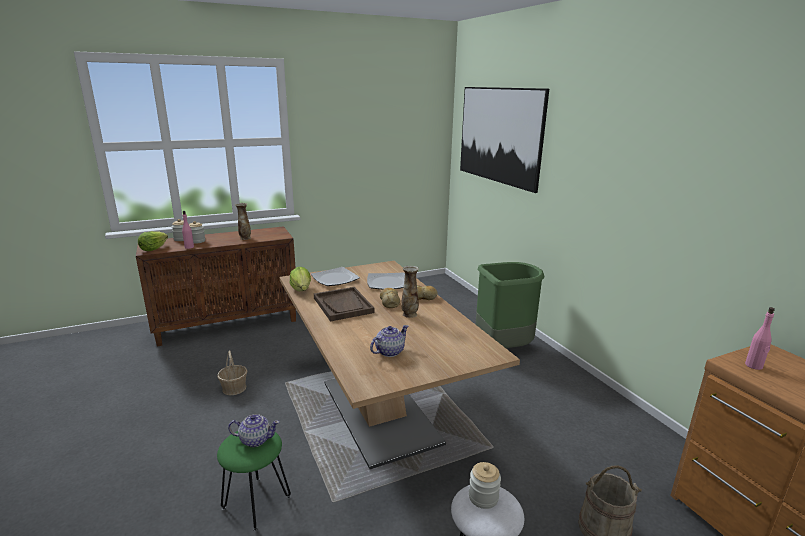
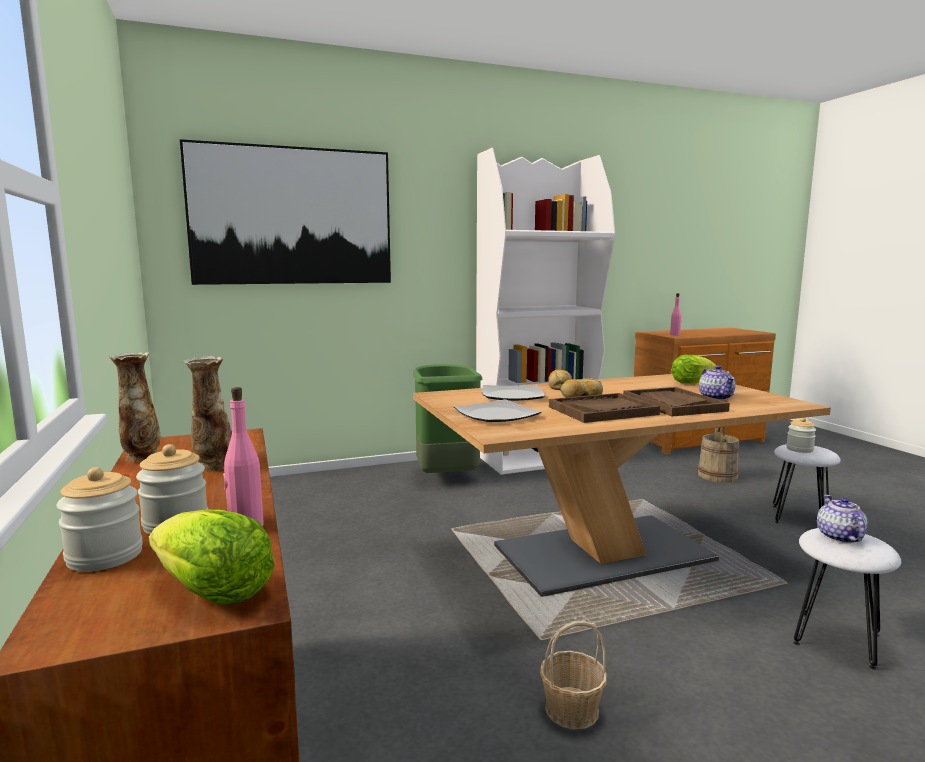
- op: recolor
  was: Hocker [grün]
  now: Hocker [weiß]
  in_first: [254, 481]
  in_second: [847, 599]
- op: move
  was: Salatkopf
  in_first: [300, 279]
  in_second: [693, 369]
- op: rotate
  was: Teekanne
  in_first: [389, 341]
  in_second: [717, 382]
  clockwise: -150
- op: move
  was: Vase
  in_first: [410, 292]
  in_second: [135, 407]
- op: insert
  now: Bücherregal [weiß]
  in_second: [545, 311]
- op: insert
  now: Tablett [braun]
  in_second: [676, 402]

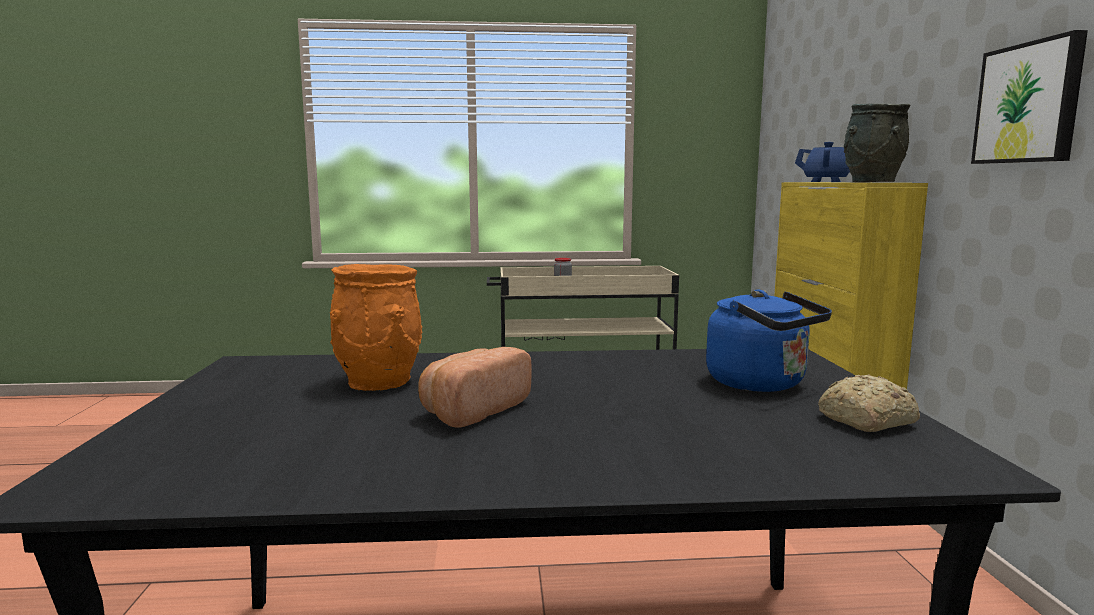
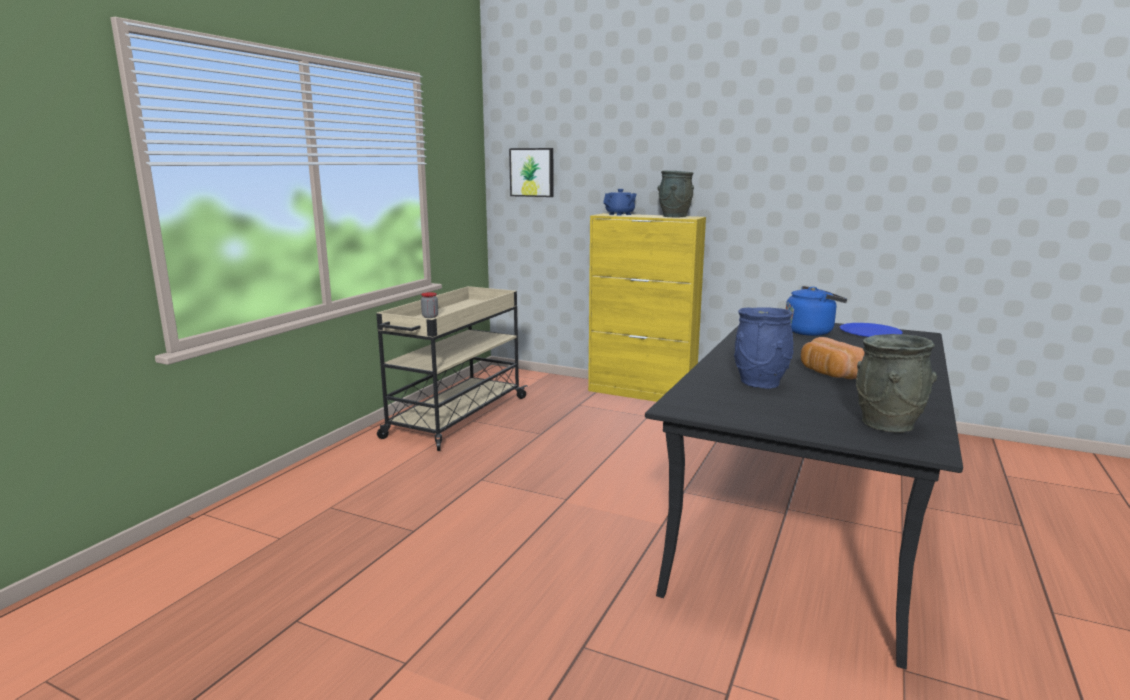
- op: recolor
  was: Vase [orange]
  now: Vase [blau]
  in_first: [376, 327]
  in_second: [764, 348]
- op: replace
  was: Brot
  now: Teller [blau]
  in_first: [869, 403]
  in_second: [871, 330]
- op: move
  was: Bild
  in_first: [1029, 97]
  in_second: [531, 172]
- op: insert
  now: Vase [grau]
  in_second: [896, 383]

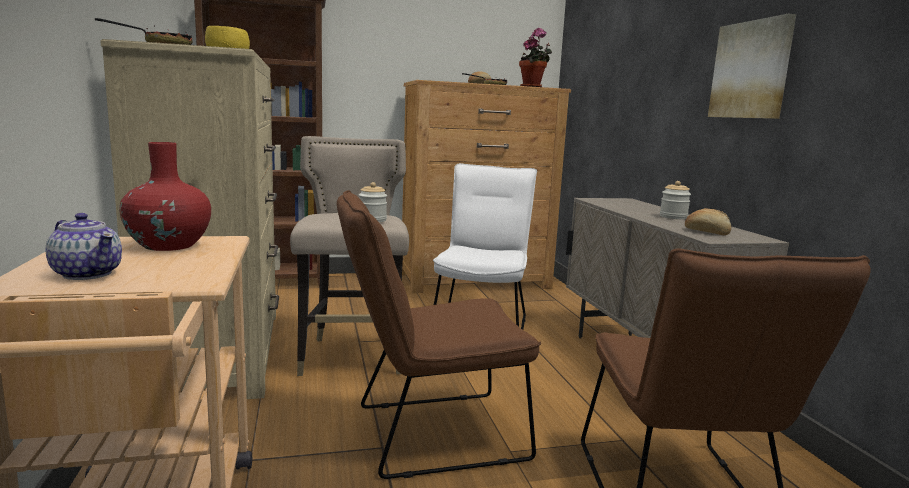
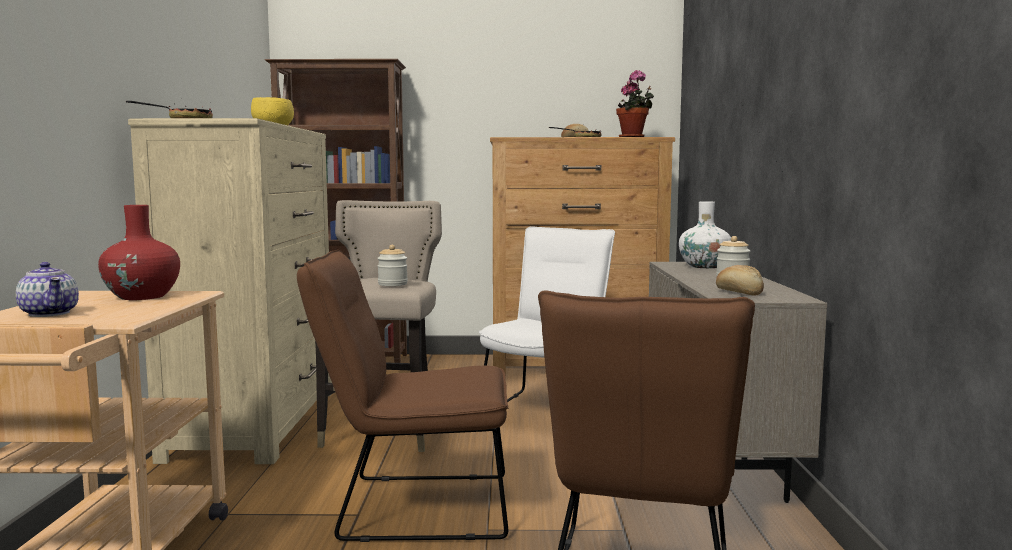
- op: delete
  was: Bild
  in_first: [752, 66]
- op: insert
  now: Vase [weiß]
  in_second: [705, 234]

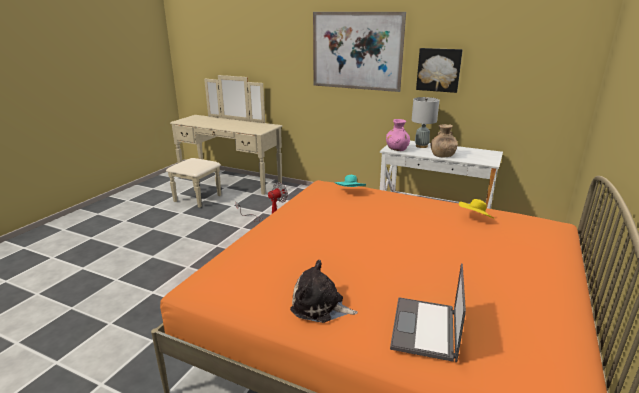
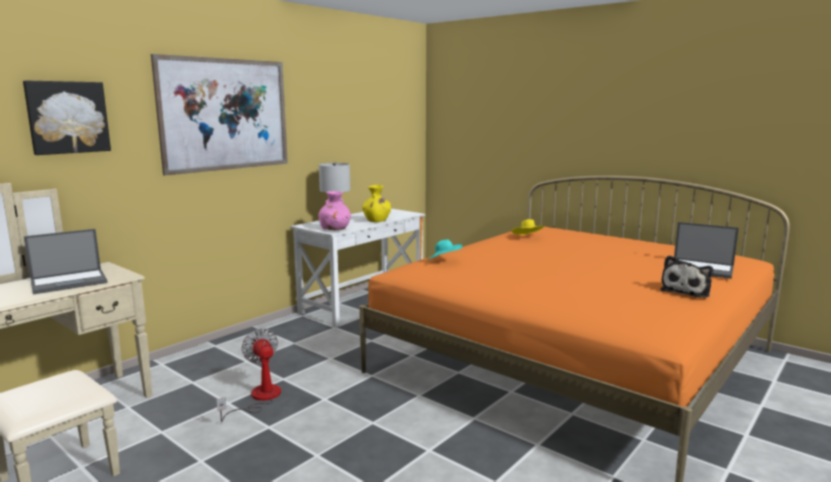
- op: move
  was: Bild
  in_first: [439, 70]
  in_second: [67, 117]
- op: recolor
  was: Vase [braun]
  now: Vase [gelb]
  in_first: [444, 140]
  in_second: [376, 203]
- op: insert
  now: Laptop
  in_second: [66, 261]

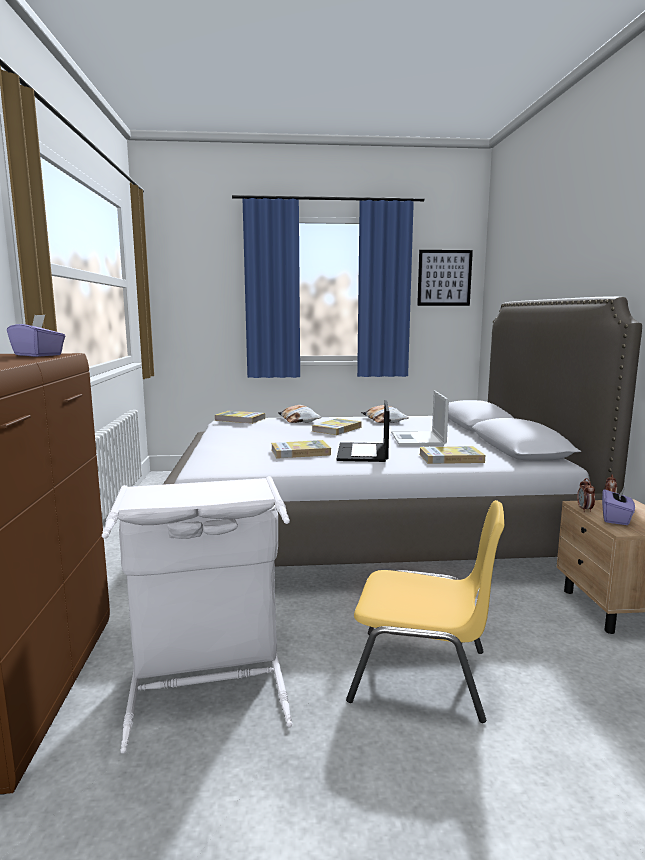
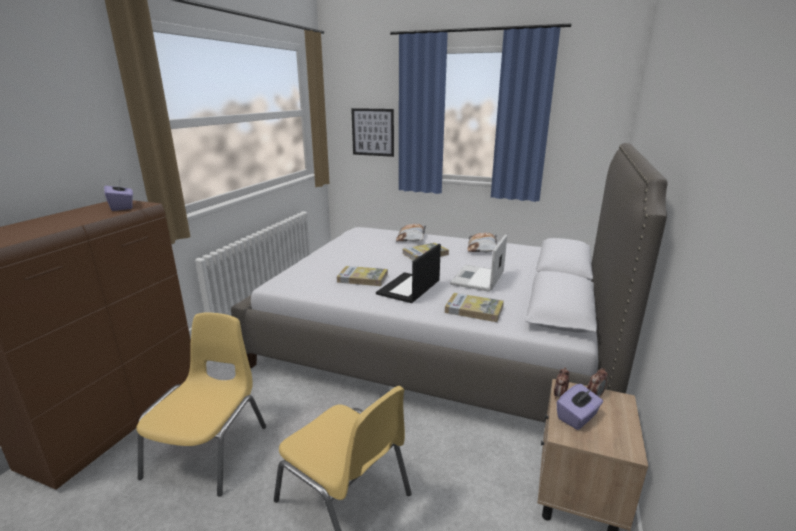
- op: replace
  was: Wäschekorb [weiß]
  now: Stuhl [gelb]
  in_first: [197, 615]
  in_second: [201, 404]
- op: delete
  was: Buch
  in_first: [240, 417]
- op: move
  was: Bild
  in_first: [445, 278]
  in_second: [372, 132]

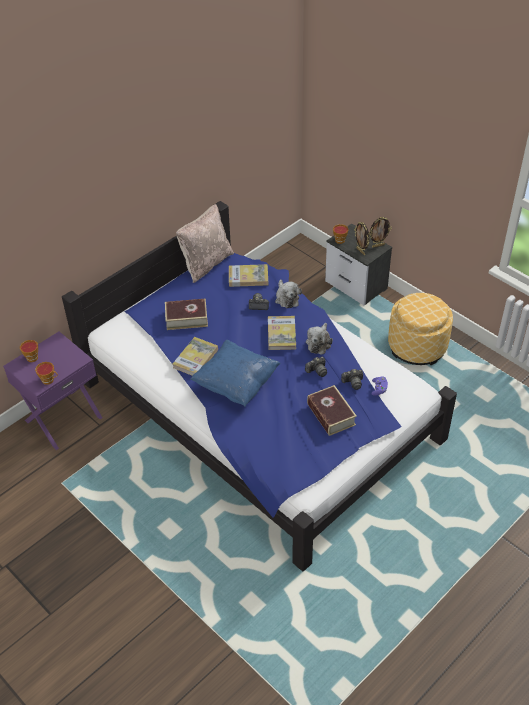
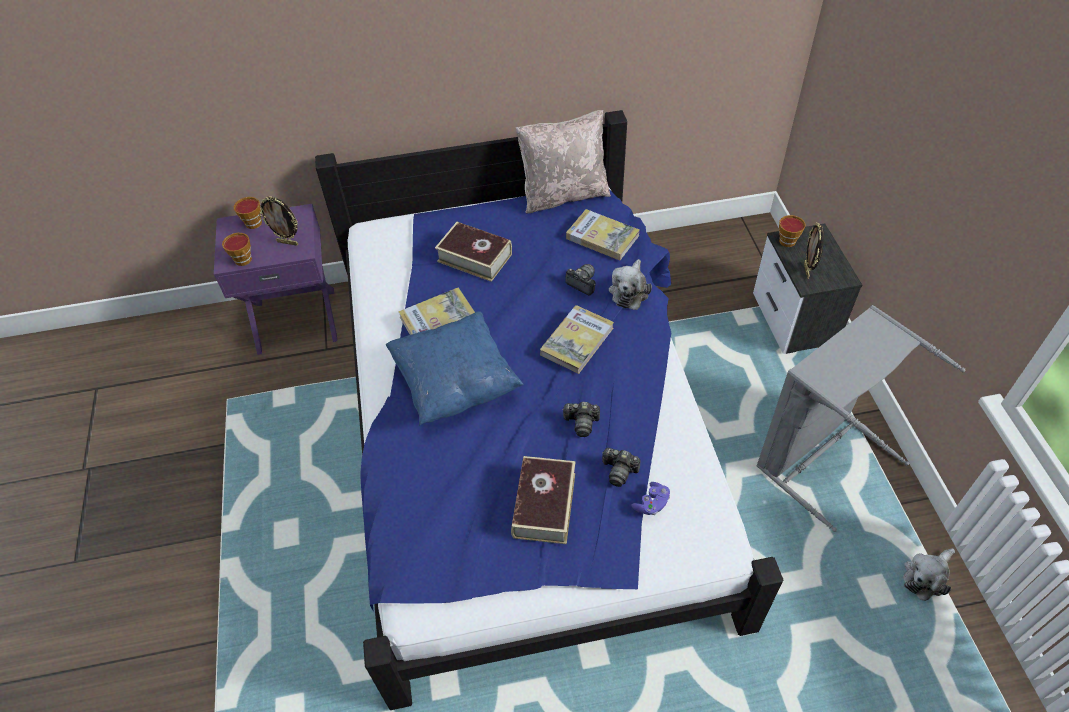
- op: move
  was: Plüschtier
  in_first: [319, 339]
  in_second: [929, 574]
- op: move
  was: Bilderrahmen
  in_first: [380, 232]
  in_second: [278, 221]
- op: replace
  was: Polsterhocker
  now: Wäschekorb [grau]
  in_first: [420, 329]
  in_second: [860, 418]

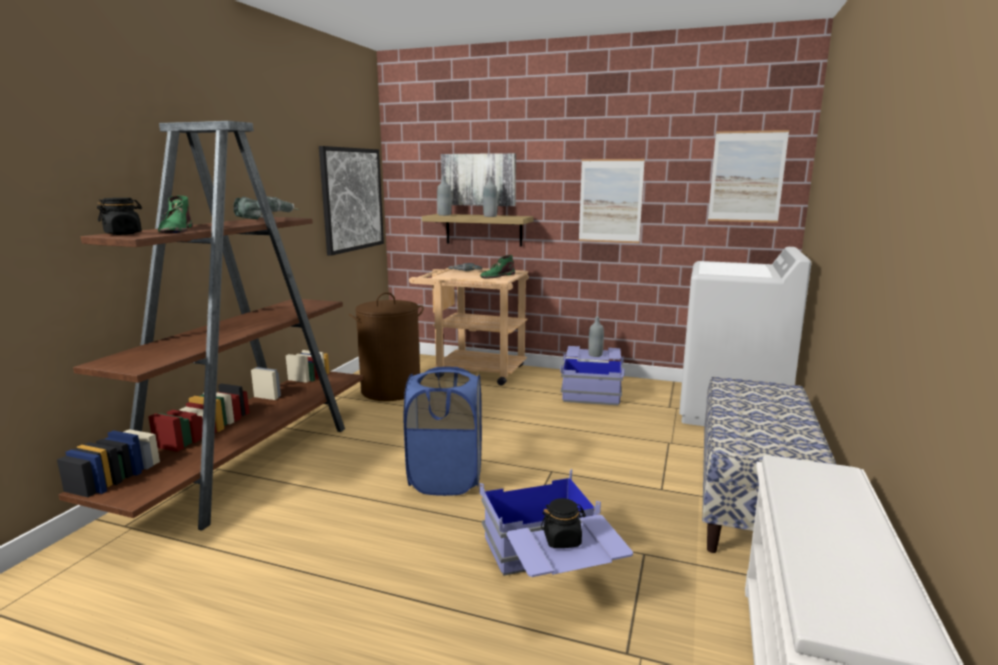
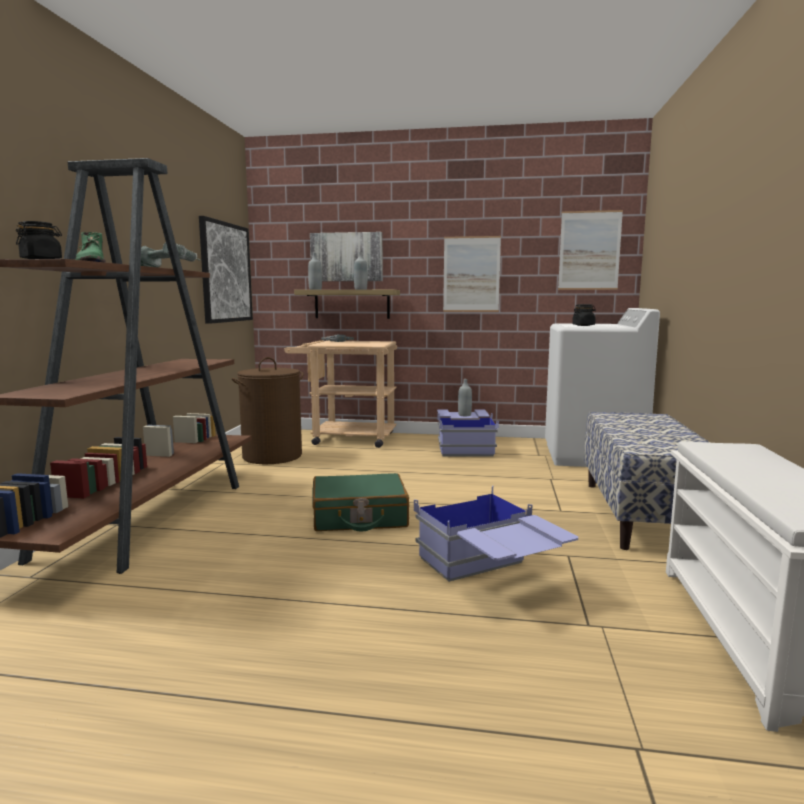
- op: replace
  was: Wäschekorb [blau]
  now: Koffer [grün]
  in_first: [443, 431]
  in_second: [360, 502]
- op: delete
  was: Stiefel [grün]
  in_first: [497, 267]
- op: move
  was: Vorratsglas [schwarz]
  in_first: [563, 523]
  in_second: [584, 315]

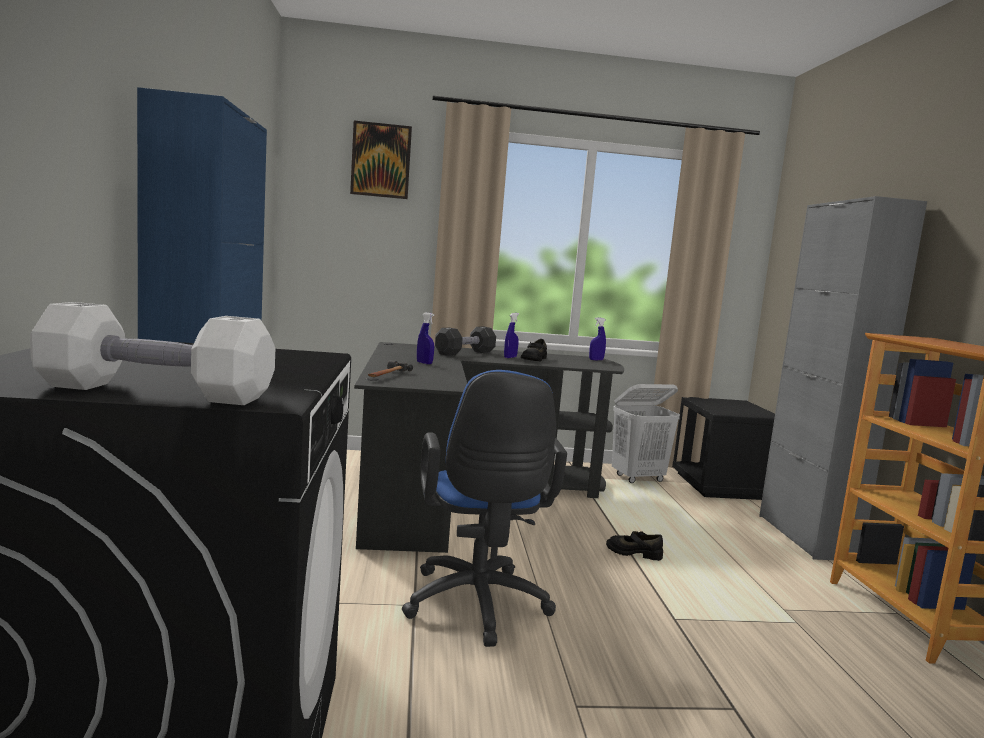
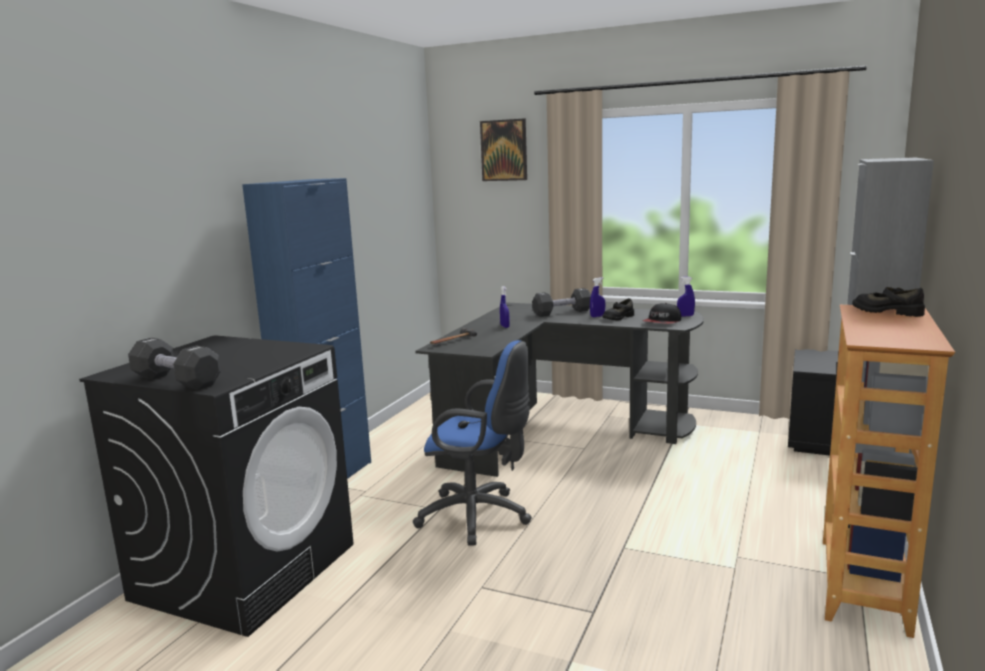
- op: recolor
  was: Hantel [weiß]
  now: Hantel [schwarz]
  in_first: [152, 353]
  in_second: [174, 364]
- op: rotate
  was: Bürostuhl [blau]
  in_first: [484, 508]
  in_second: [472, 443]
  clockwise: -90
- op: move
  was: Schuh [schwarz]
  in_first: [634, 546]
  in_second: [888, 302]
- op: delete
  was: Wäschekorb [weiß]
  in_first: [646, 433]
- op: insert
  now: Kappe
  in_second: [662, 313]

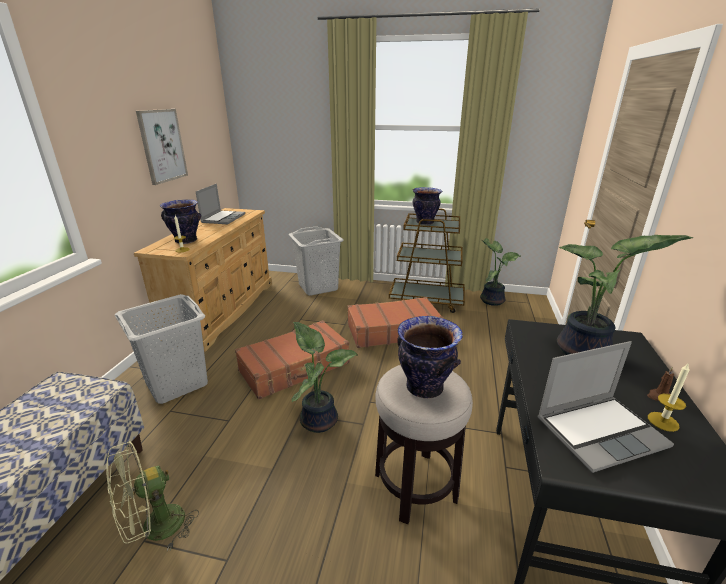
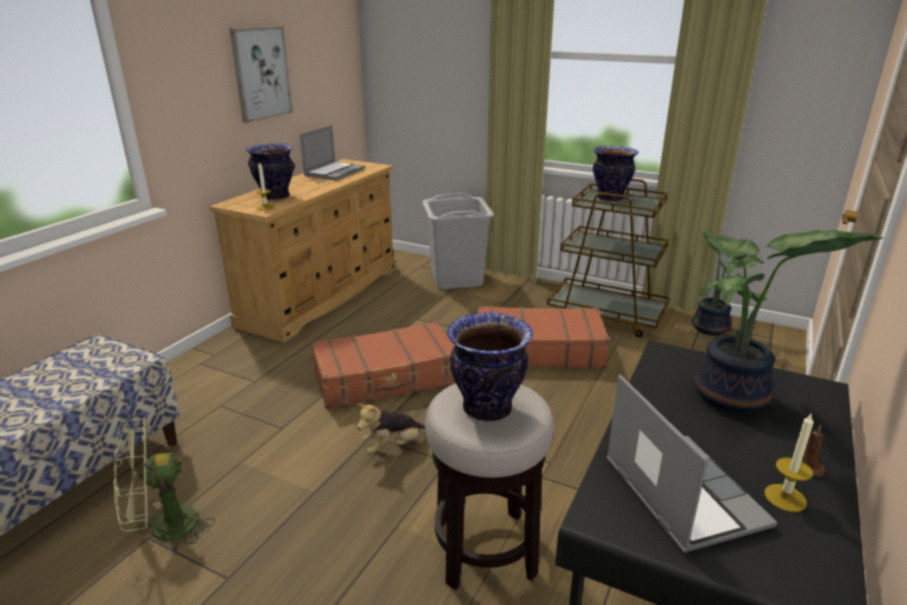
- op: delete
  was: Wäschekorb [grau]
  in_first: [161, 349]
- op: replace
  was: Topfpflanze
  now: Plüschtier
  in_first: [325, 377]
  in_second: [391, 429]
- op: rotate
  was: Laptop
  in_first: [605, 407]
  in_second: [691, 464]
  clockwise: -105

